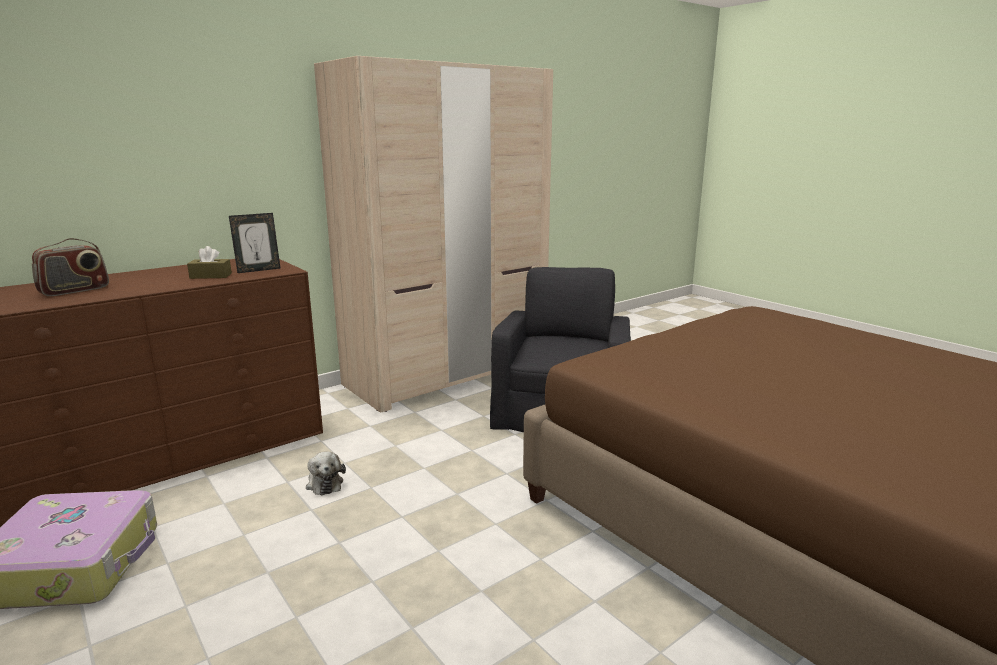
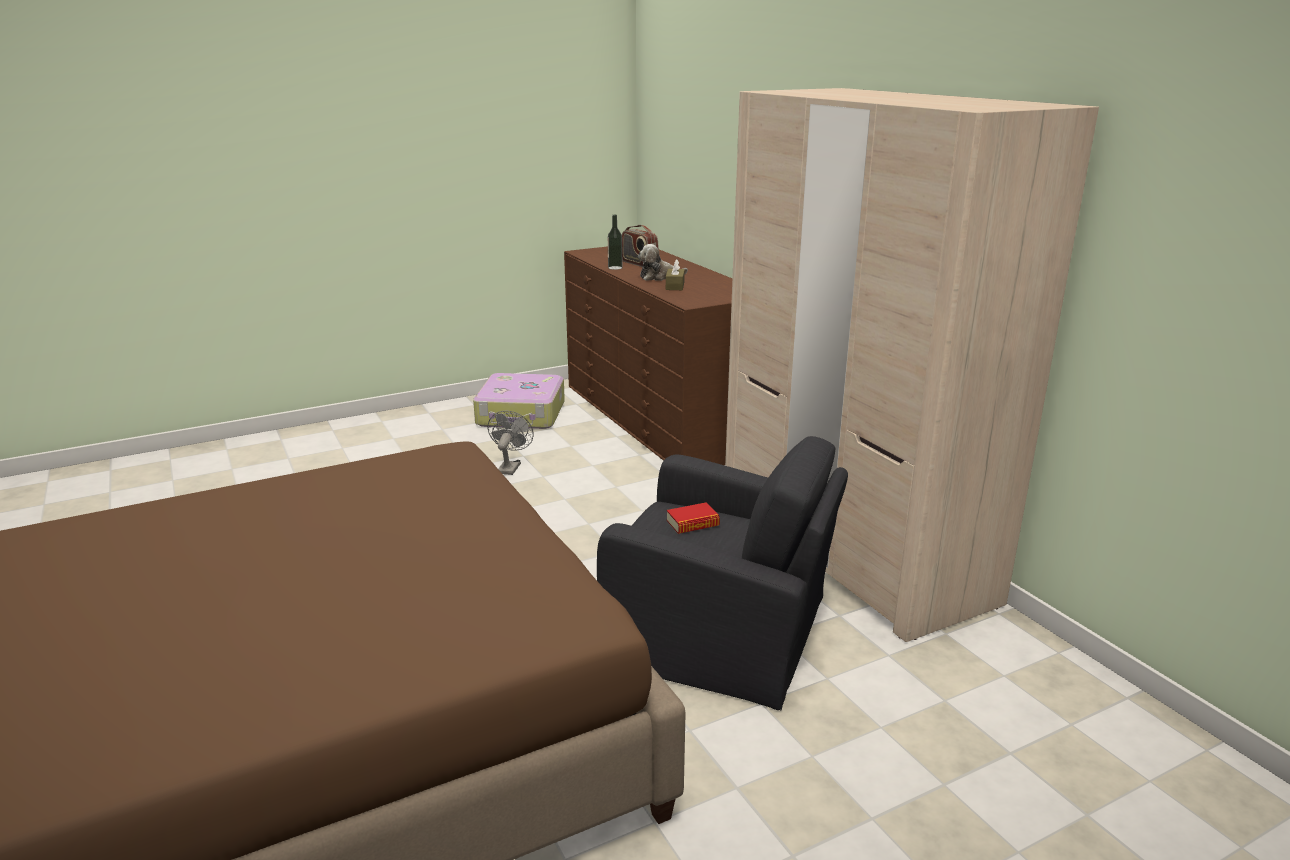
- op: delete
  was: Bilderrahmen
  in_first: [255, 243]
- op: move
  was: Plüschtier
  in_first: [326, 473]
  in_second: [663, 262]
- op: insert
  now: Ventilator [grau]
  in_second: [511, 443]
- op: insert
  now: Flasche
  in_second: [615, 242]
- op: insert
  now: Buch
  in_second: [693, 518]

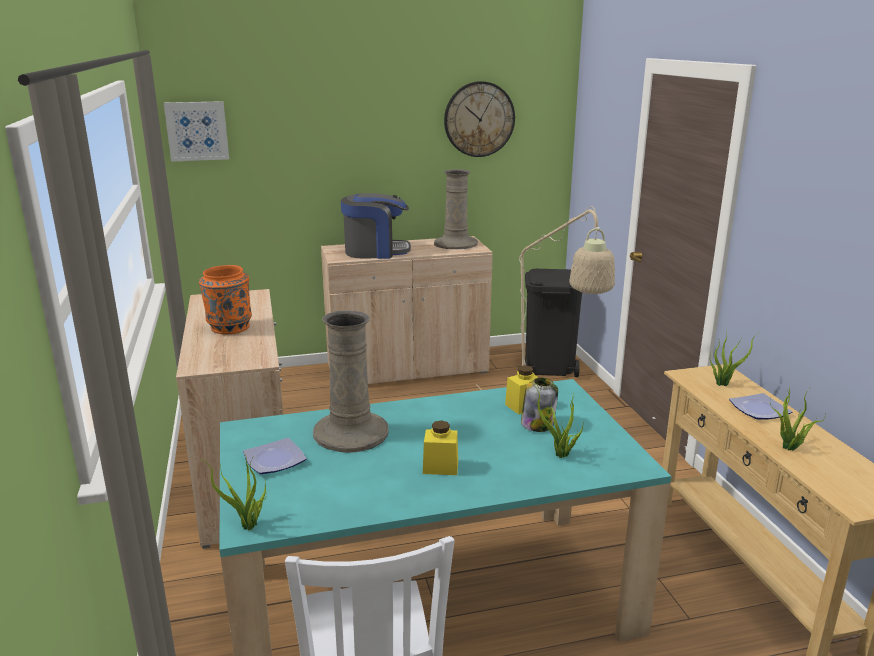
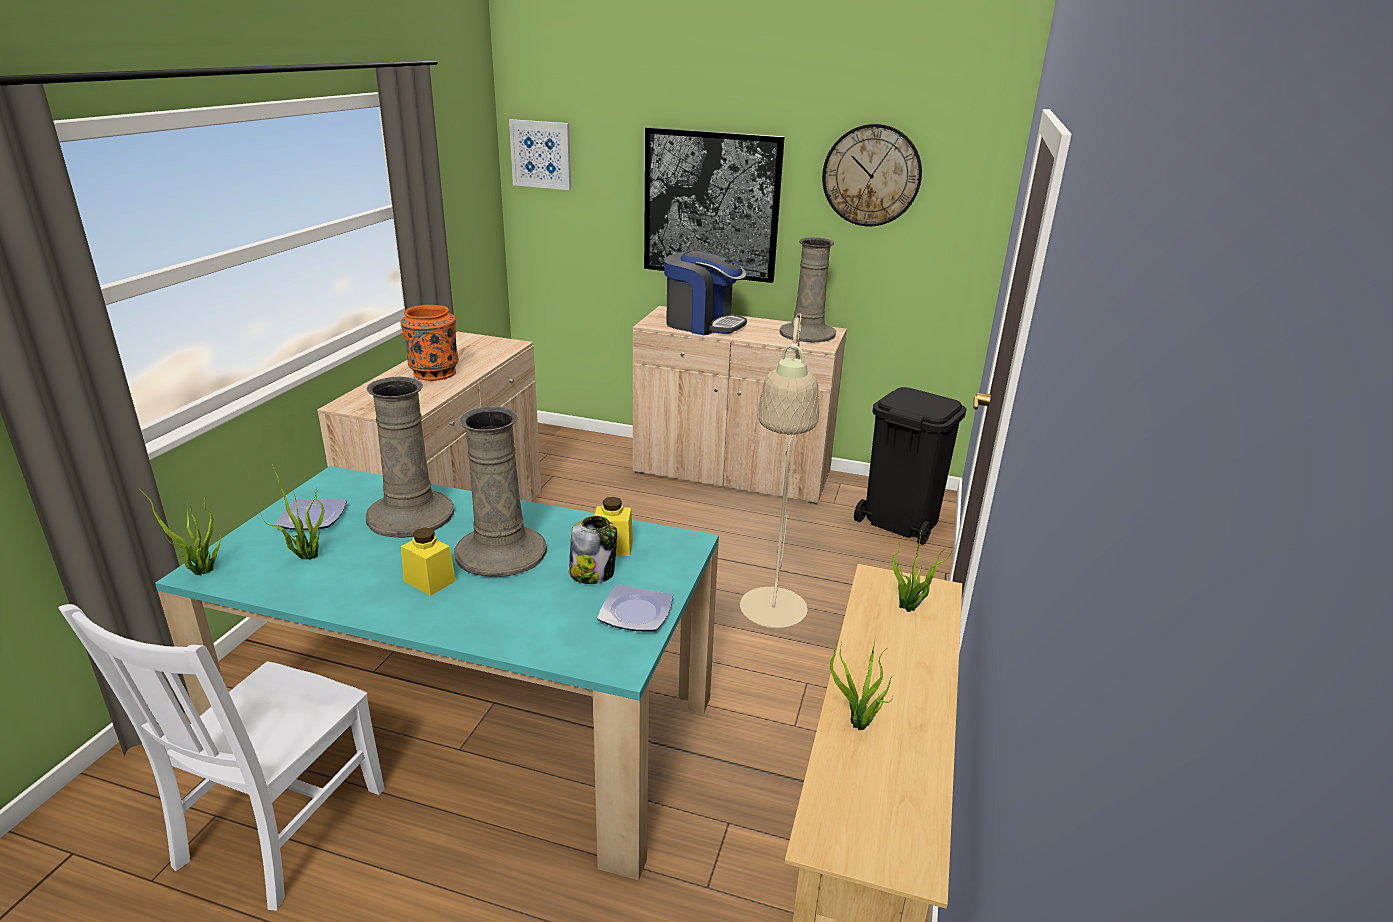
- op: move
  was: Topfpflanze
  in_first: [559, 421]
  in_second: [292, 512]
- op: move
  was: Teller
  in_first: [760, 406]
  in_second: [635, 607]
- op: insert
  now: Vase [beige]
  in_second: [500, 491]
- op: insert
  now: Bild
  in_second: [714, 205]

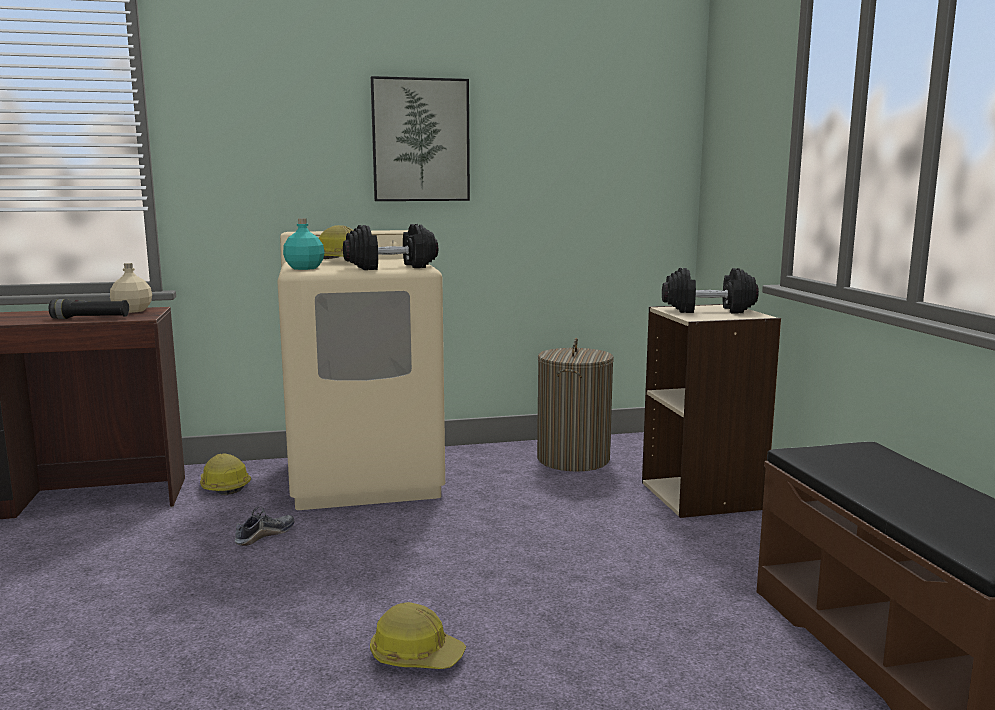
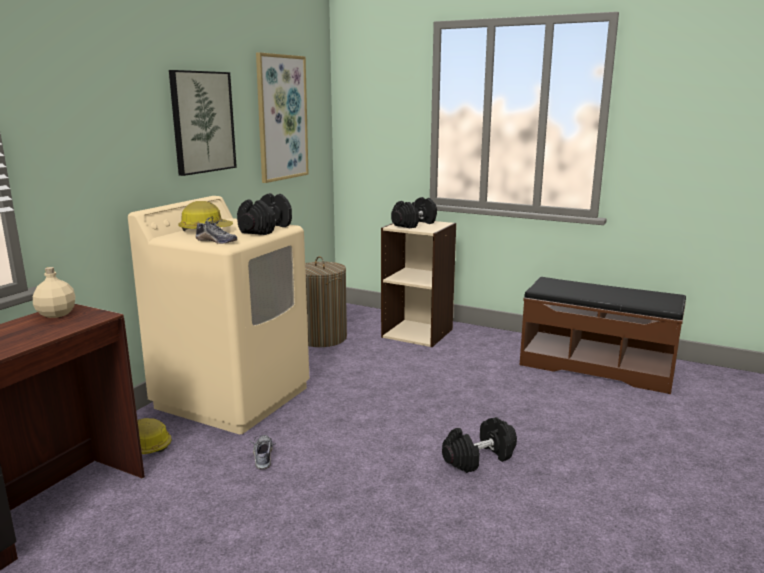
- op: delete
  was: Taschenlampe [schwarz]
  in_first: [89, 309]
- op: replace
  was: Flasche [türkis]
  now: Schuh
  in_first: [303, 244]
  in_second: [216, 230]
- op: replace
  was: Schutzhelm
  now: Hantel [schwarz]
  in_first: [418, 635]
  in_second: [479, 445]
- op: insert
  now: Bild
  in_second: [282, 117]

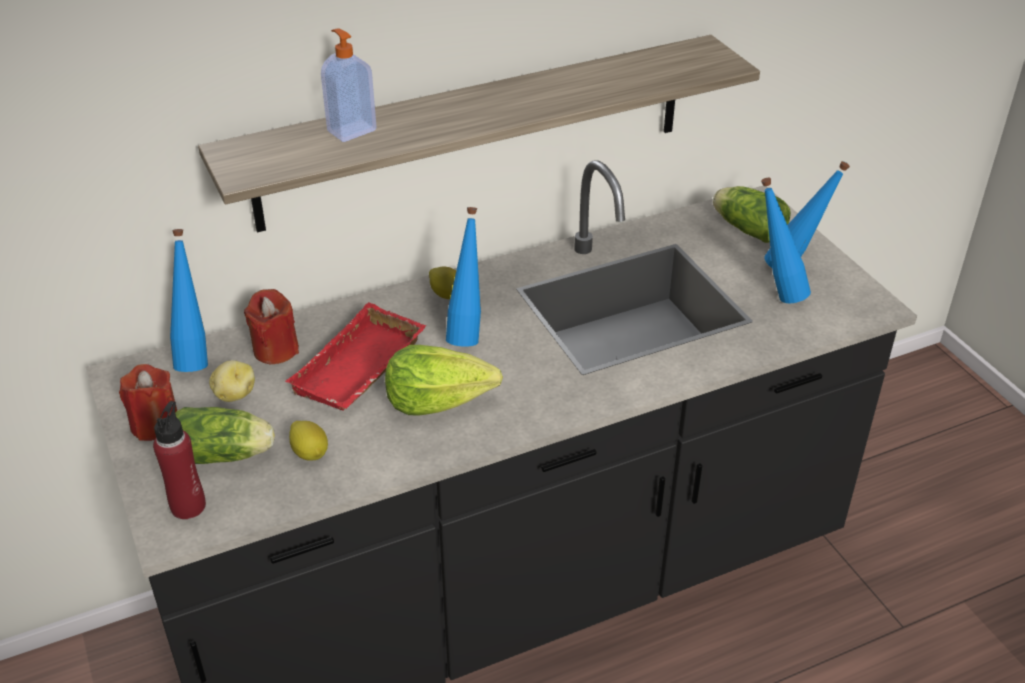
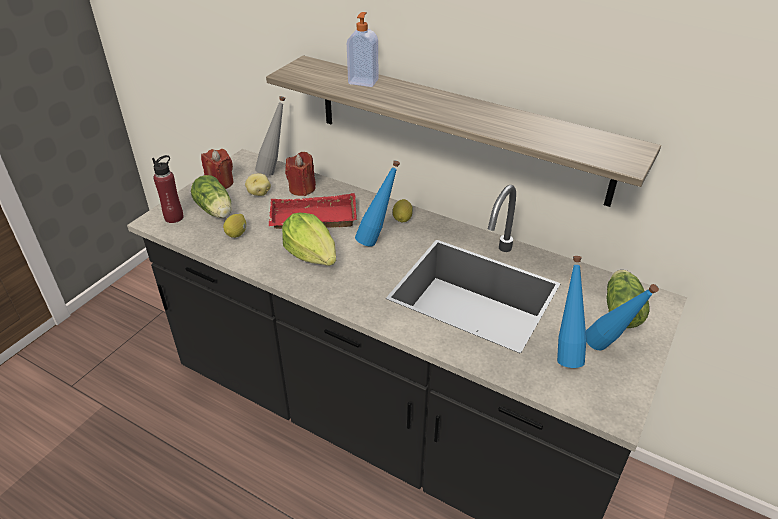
- op: recolor
  was: Flasche [blau]
  now: Flasche [grau]
  in_first: [189, 300]
  in_second: [270, 136]

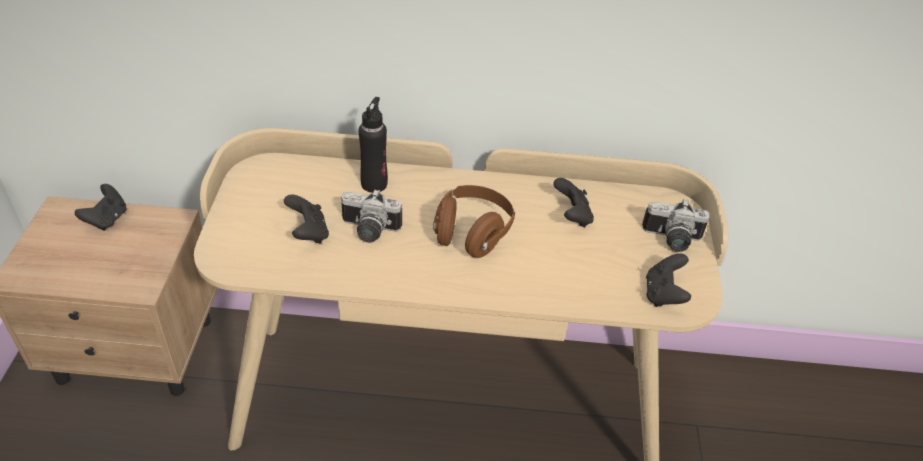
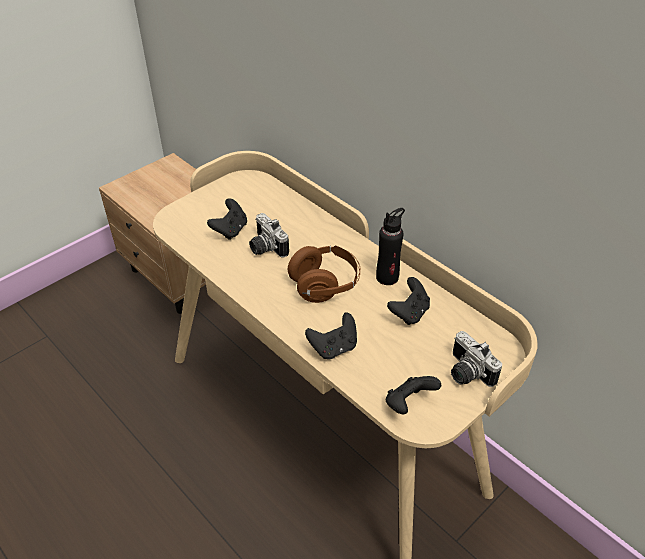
- op: move
  was: Gamepad [schwarz]
  in_first: [101, 207]
  in_second: [331, 336]
- op: move
  was: Flasche [schwarz]
  in_first: [373, 145]
  in_second: [390, 246]

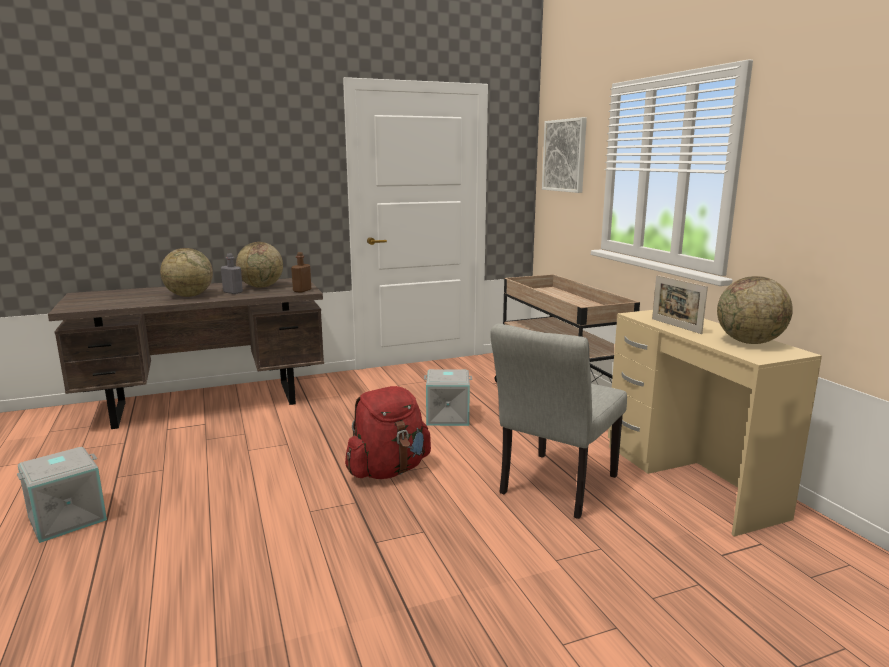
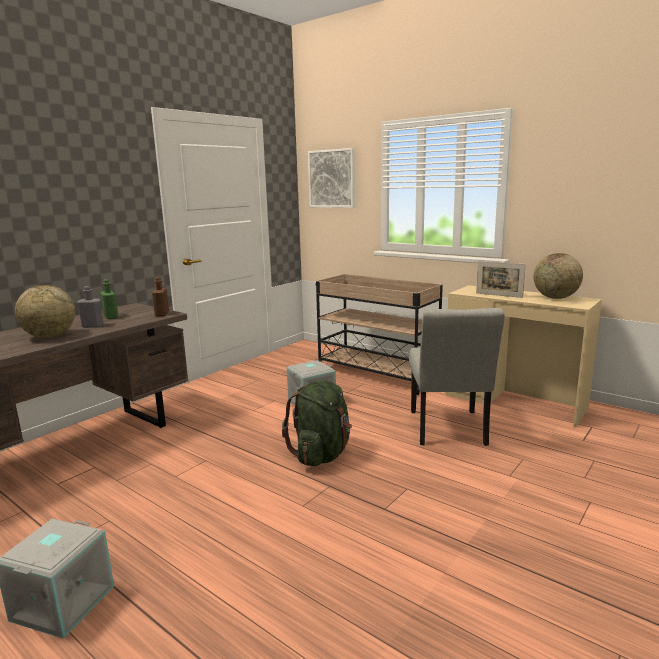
- op: replace
  was: Globus
  now: Flasche [grün]
  in_first: [259, 265]
  in_second: [109, 299]
- op: recolor
  was: Rucksack [rot]
  now: Rucksack [grün]
  in_first: [388, 432]
  in_second: [317, 423]

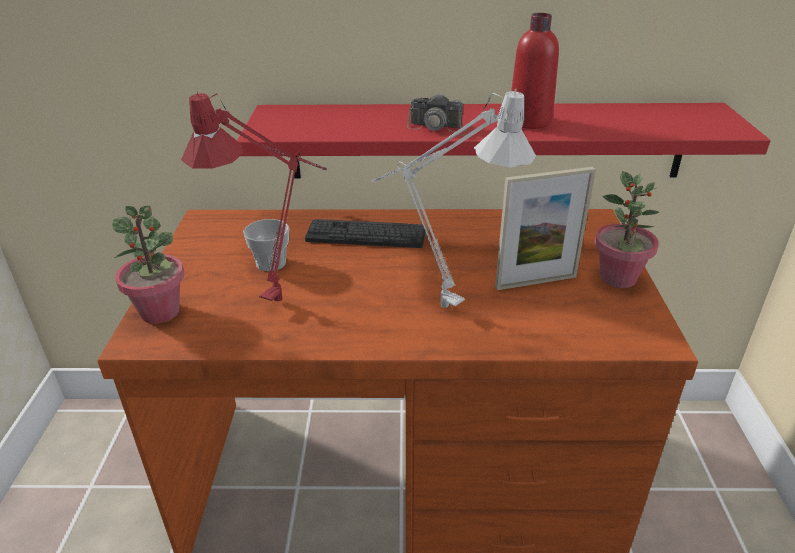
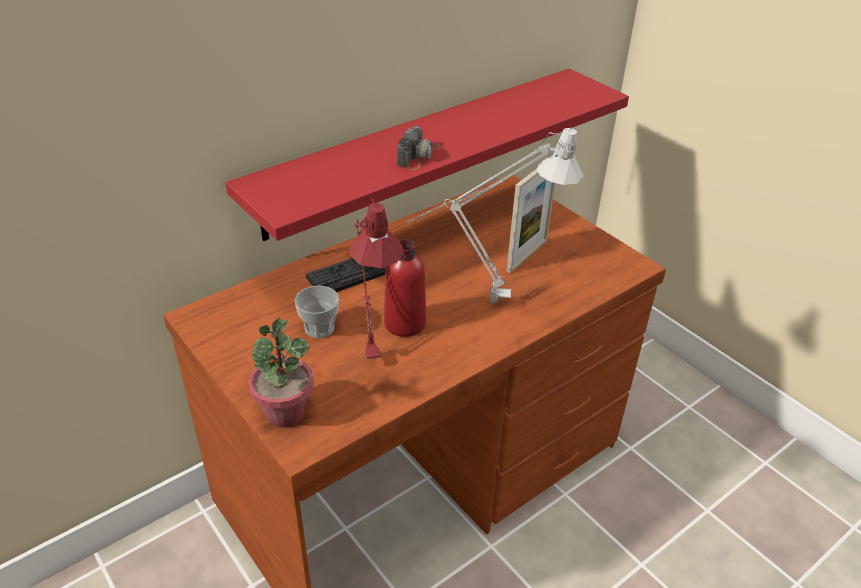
- op: rotate
  was: Kamera
  in_first: [438, 114]
  in_second: [419, 148]
  clockwise: -45
- op: move
  was: Flasche [rot]
  in_first: [535, 71]
  in_second: [405, 288]
- op: delete
  was: Topfpflanze
  in_first: [627, 229]

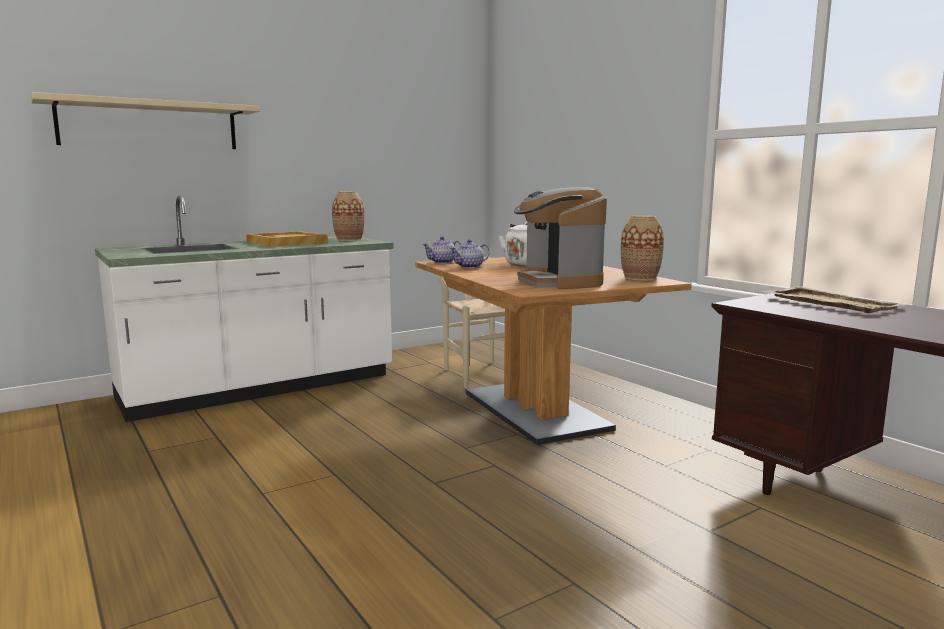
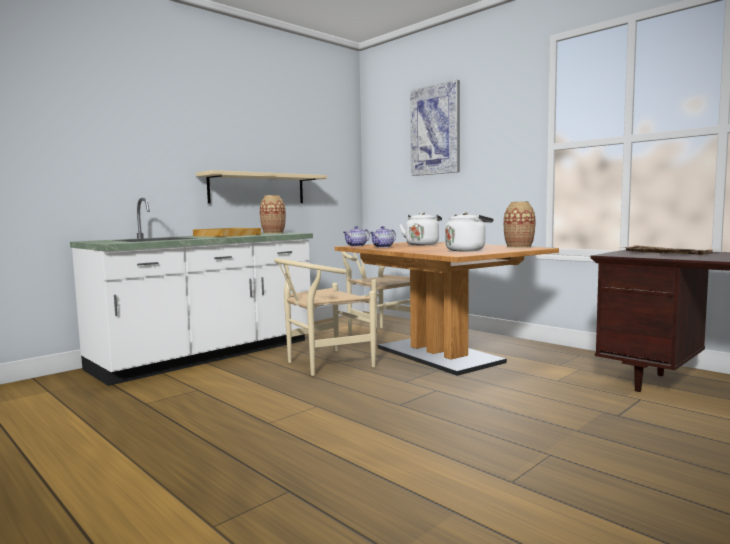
- op: move
  was: Wandregal [beige]
  in_first: [146, 120]
  in_second: [261, 187]
- op: replace
  was: Kaffeemaschine
  now: Wasserkessel [weiß]
  in_first: [560, 238]
  in_second: [469, 231]
- op: insert
  now: Stuhl [beige]
  in_second: [325, 317]
- op: insert
  now: Bild
  in_second: [435, 128]

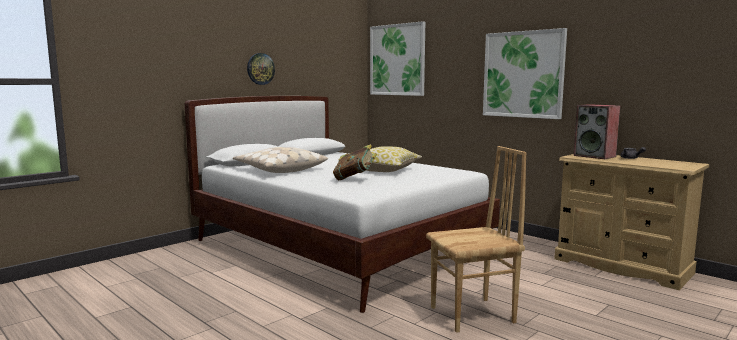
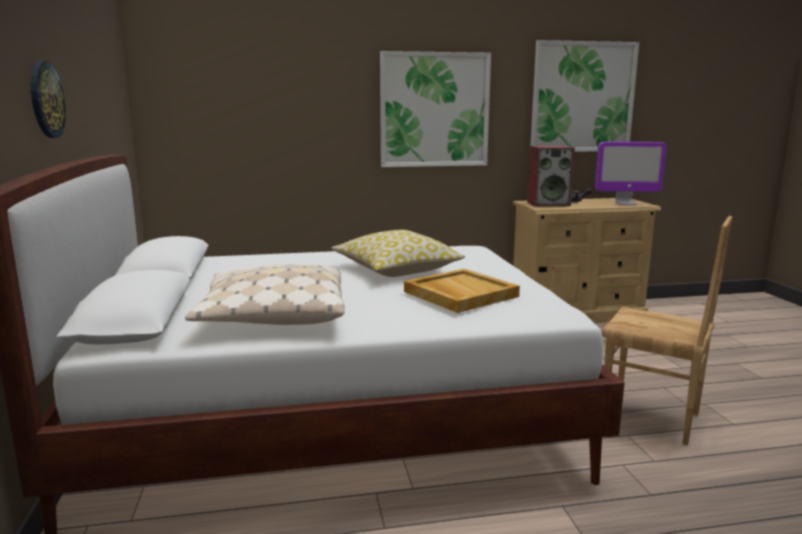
- op: replace
  was: Buch
  now: Tablett [beige]
  in_first: [355, 162]
  in_second: [462, 291]
- op: move
  was: Bild
  in_first: [397, 58]
  in_second: [585, 96]
- op: rotate
  was: Stuhl [braun]
  in_first: [476, 239]
  in_second: [666, 330]
  clockwise: 105
- op: insert
  now: Monitor
  in_second: [630, 173]

